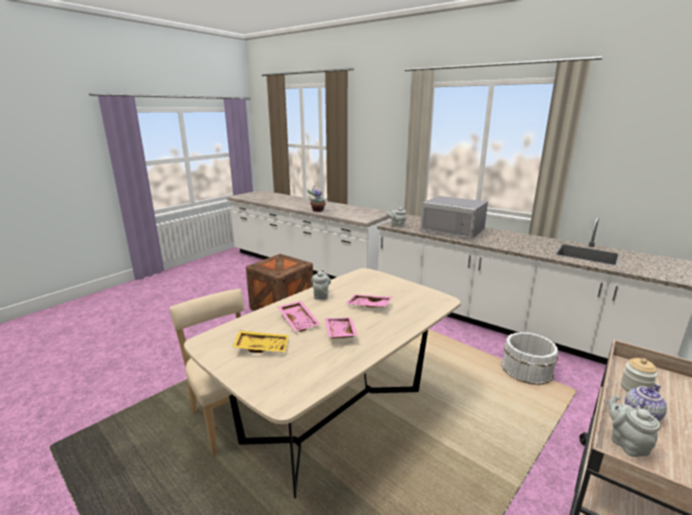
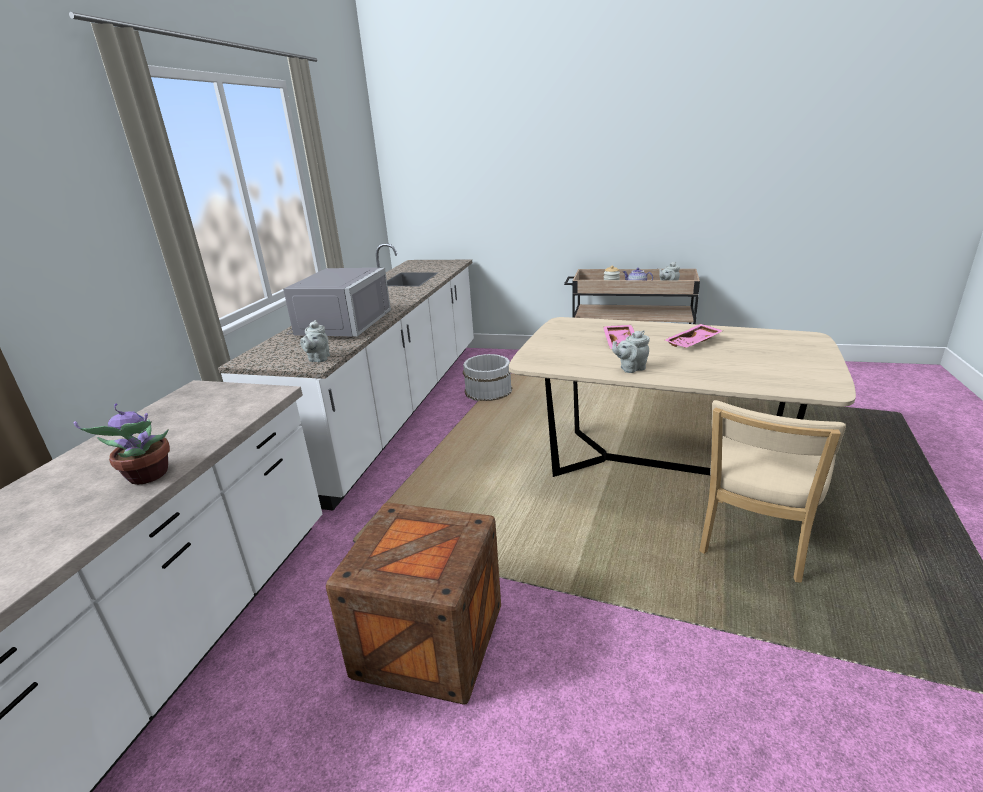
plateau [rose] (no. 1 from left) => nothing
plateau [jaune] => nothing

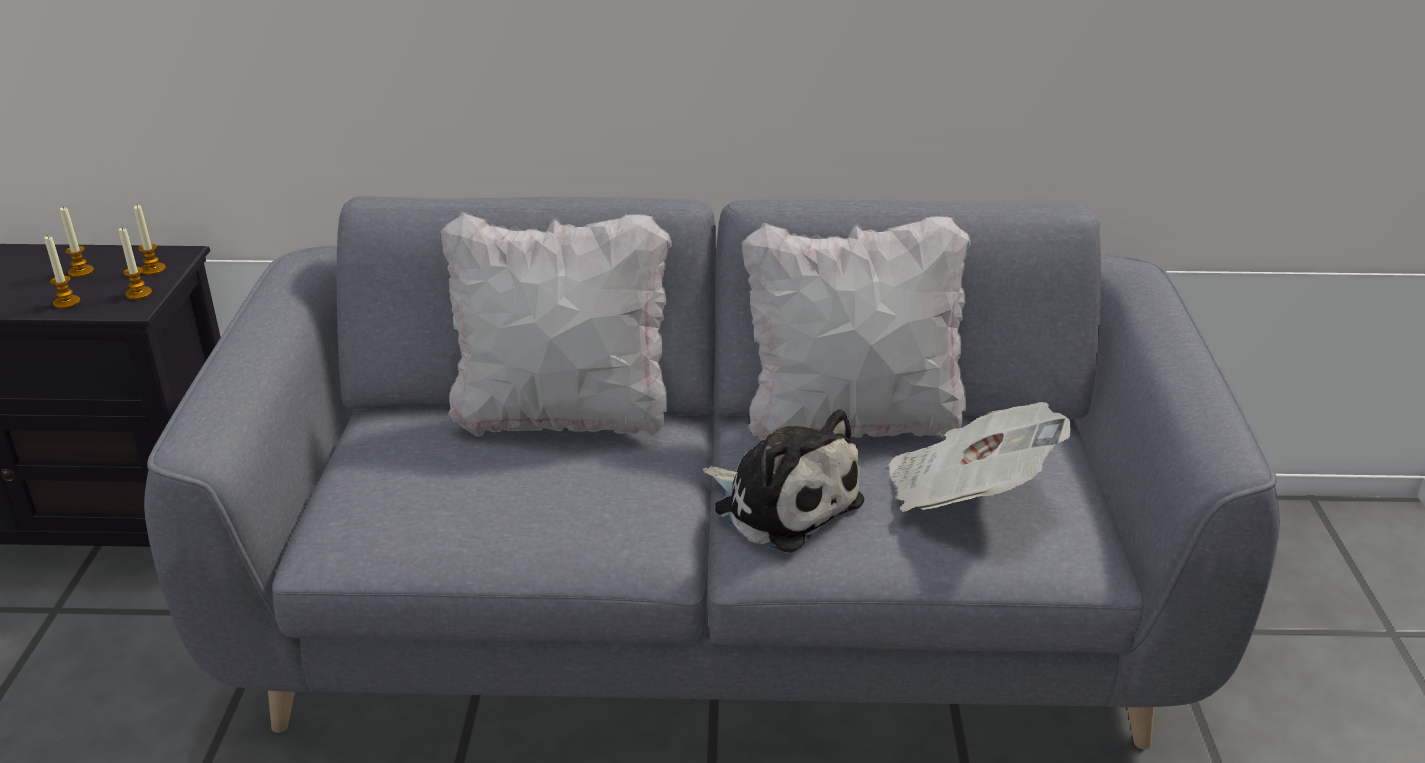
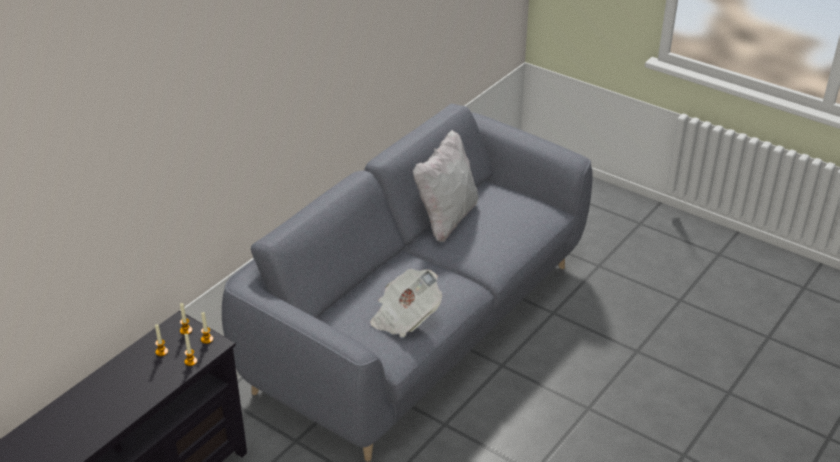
coussin [blanc] (no. 1 from left) => nothing
journal, shifted
peluche => nothing

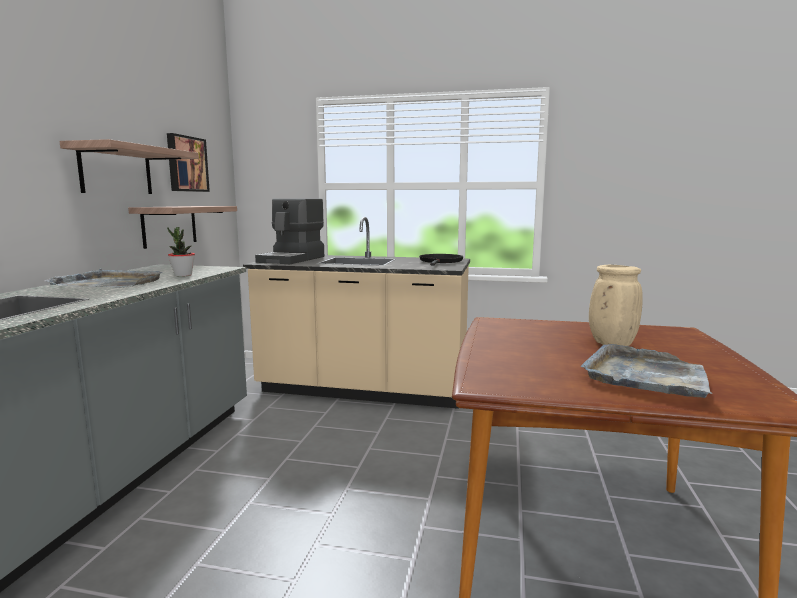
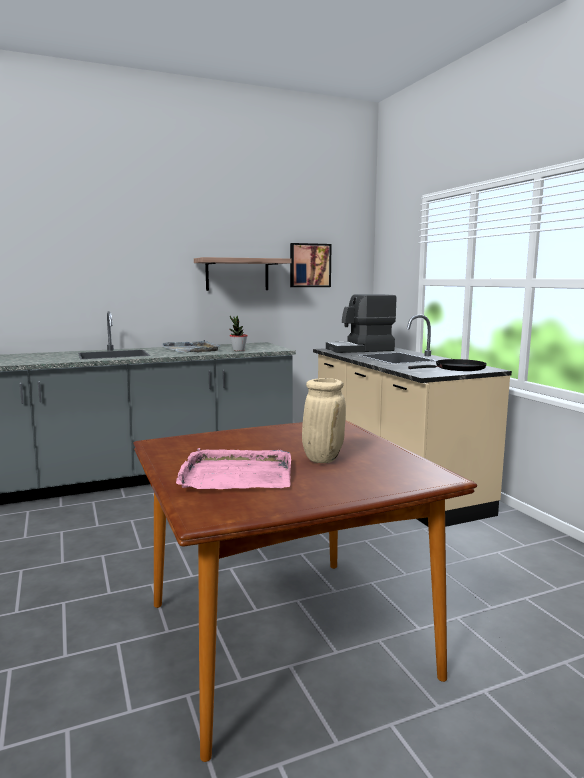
étagère (no. 2 from left) => nothing
plateau [gris] (no. 2 from left) => plateau [rose]

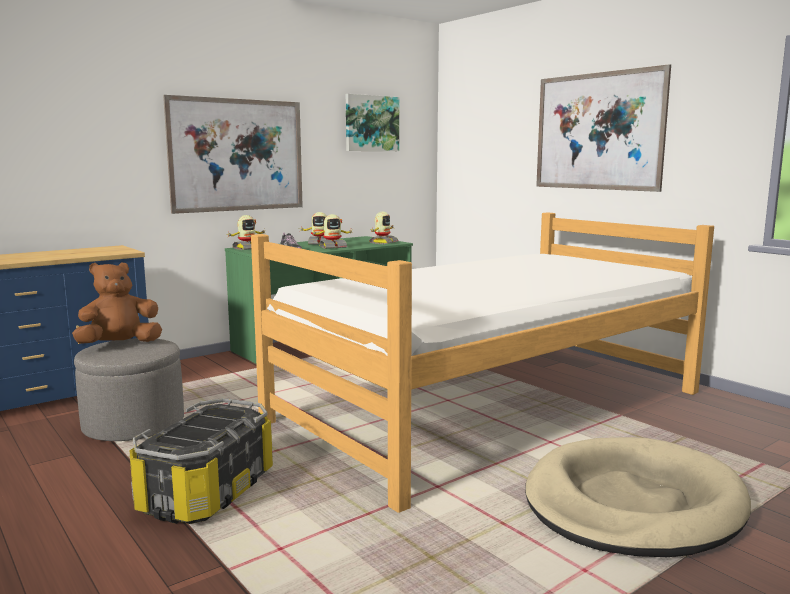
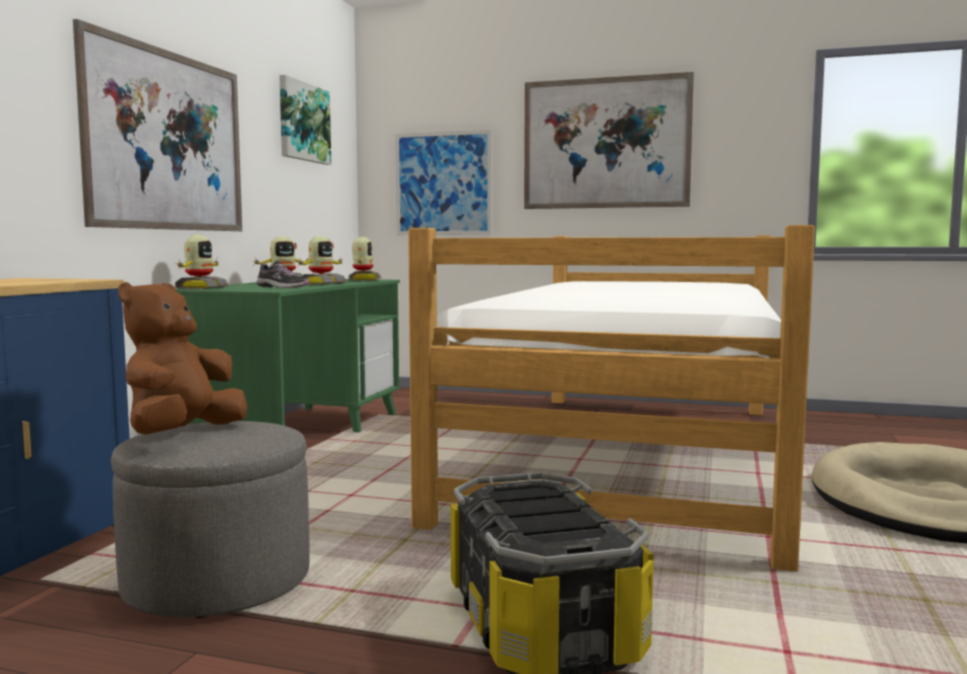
nothing => tableau (no. 3 from left)

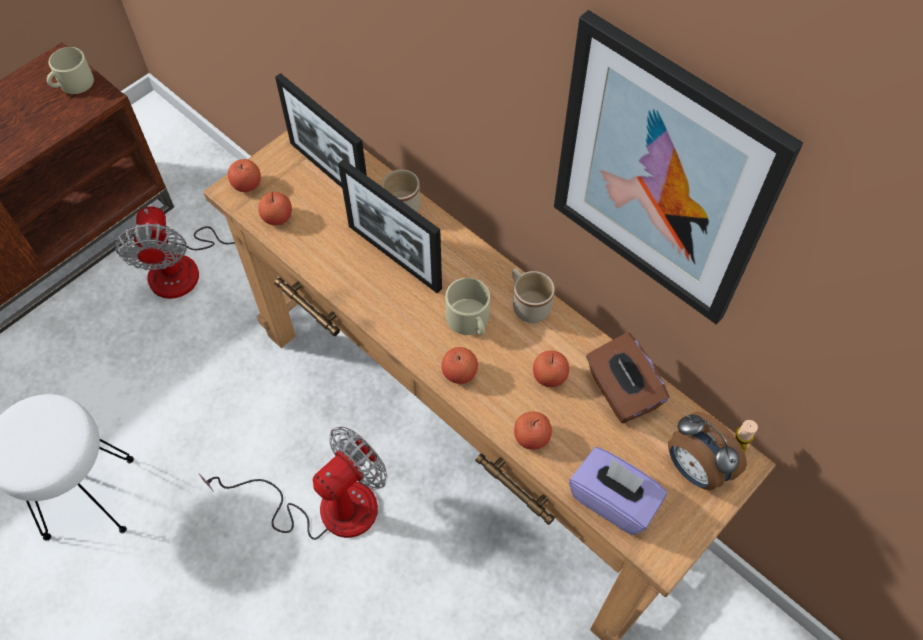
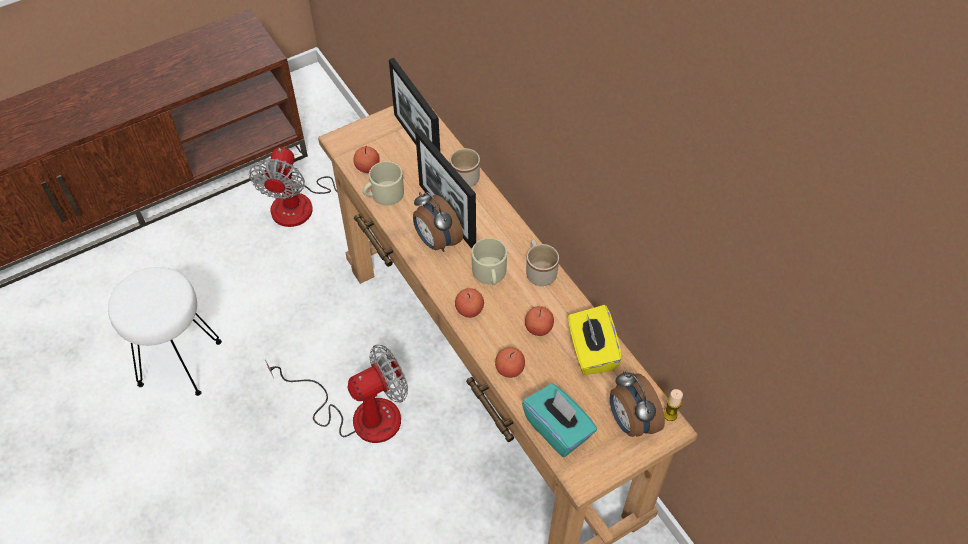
tableau => nothing
mug [beige] (no. 1 from left), shifted
pomme (no. 1 from left) => nothing
boîte à mouchoirs [marron] => boîte à mouchoirs [jaune]
boîte à mouchoirs [violet] => boîte à mouchoirs [turquoise]
nothing => réveil (no. 1 from left)

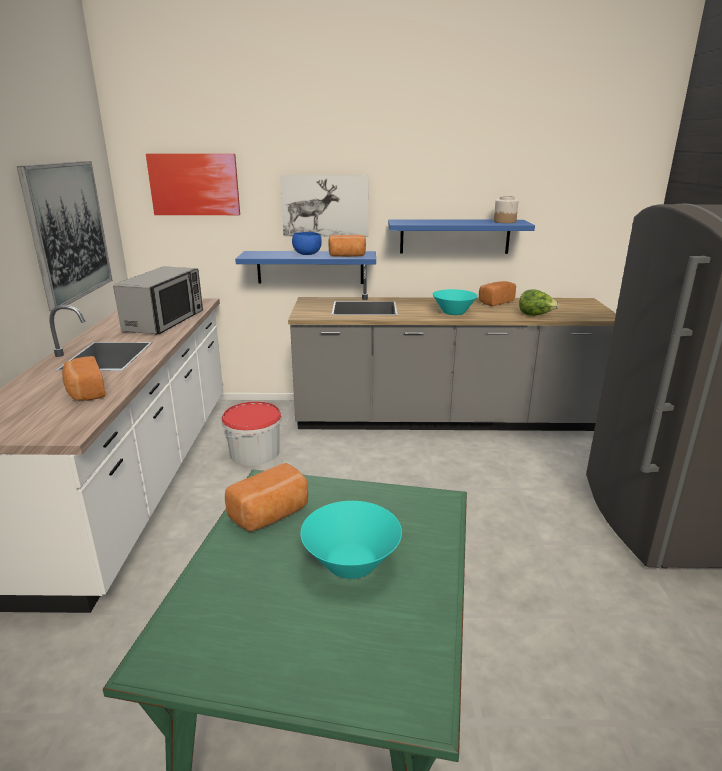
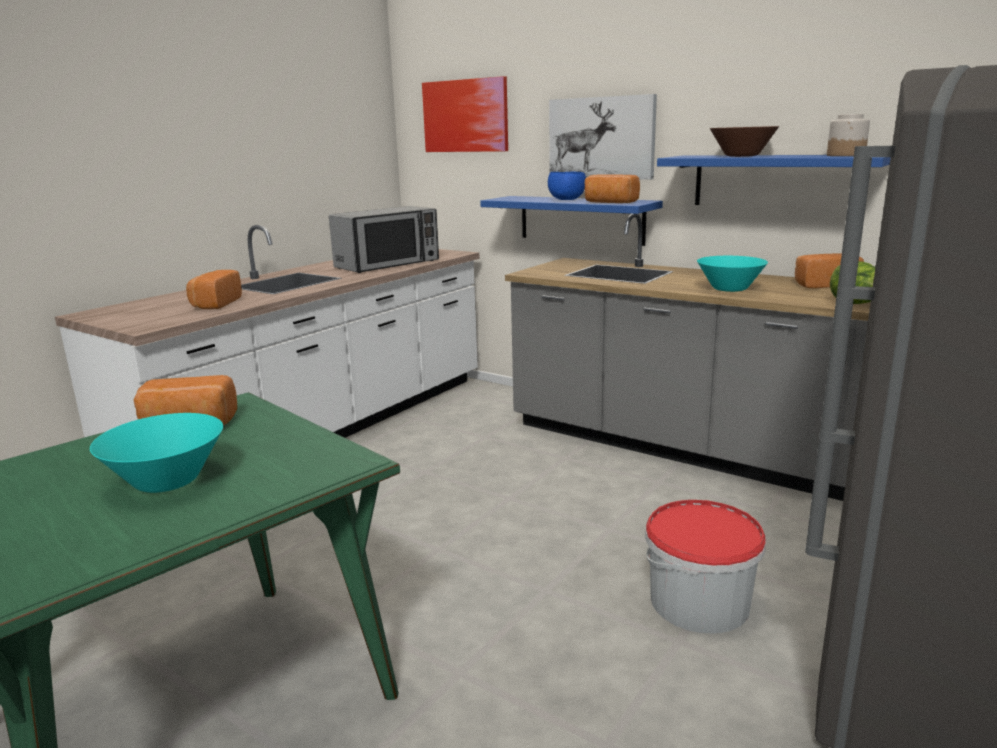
tableau (no. 1 from left) => nothing
seau, shifted
nothing => bol [marron]

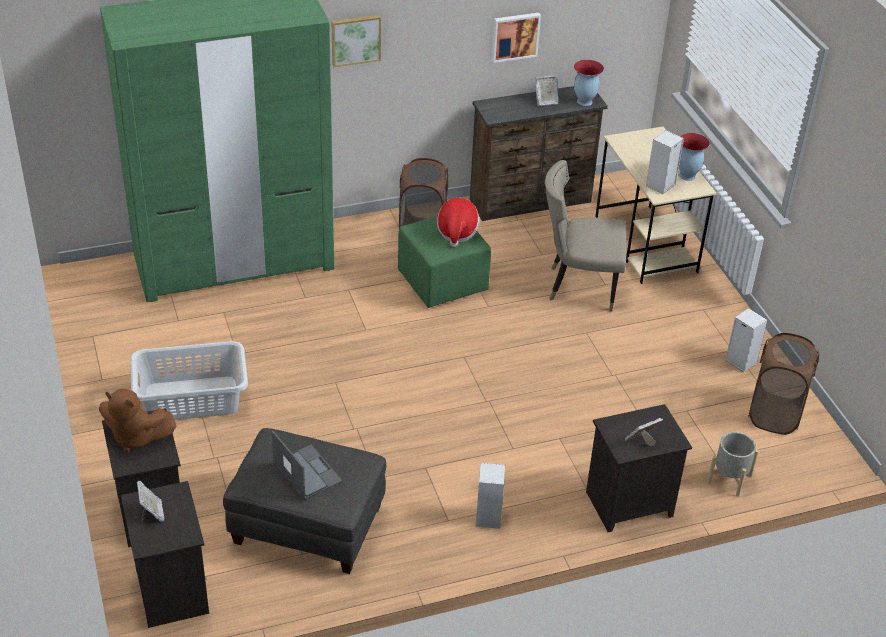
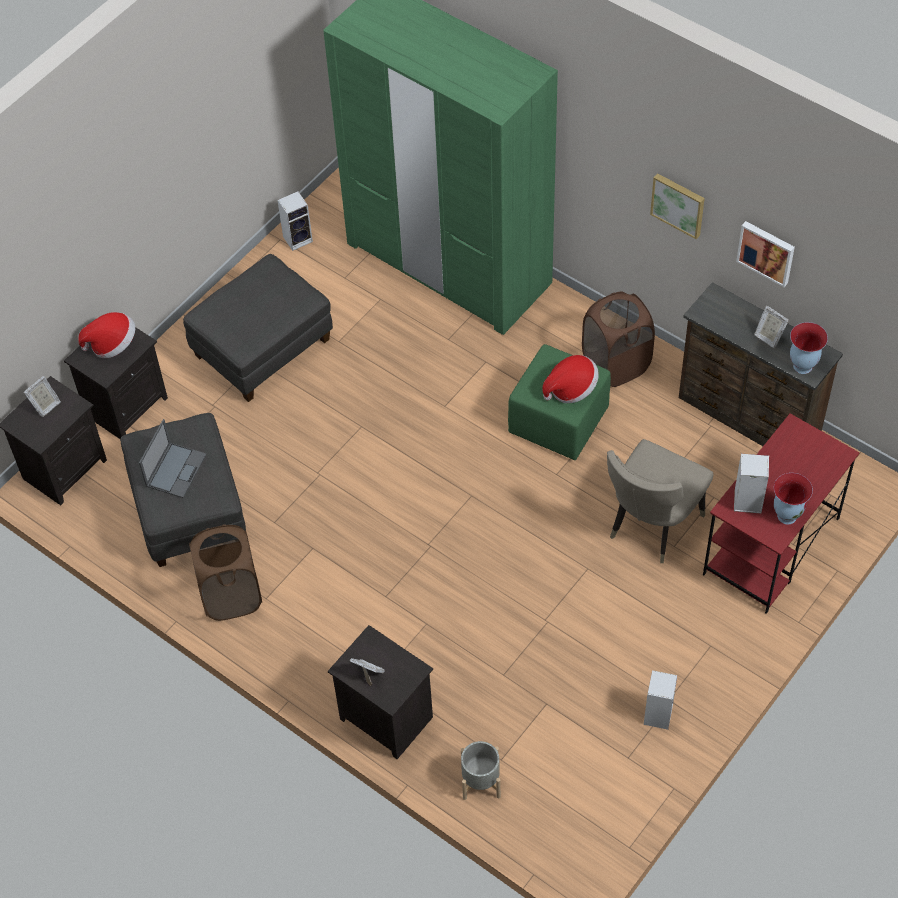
tableau (no. 1 from left), shifted
bureau [beige] => bureau [rouge]
chaise [beige], 120 degrees counterclockwise
panier à linge [marron] (no. 2 from left in the first image) => panier à linge [marron] (no. 1 from left), shifted
panier à linge [gris] => pouf [gris] (no. 2 from left)
peluche [marron] => chapeau (no. 1 from left)
enceinte (no. 1 from left), shifted

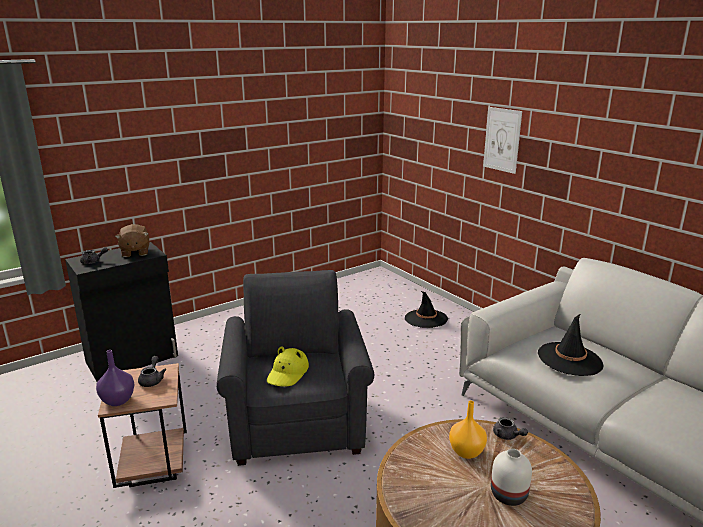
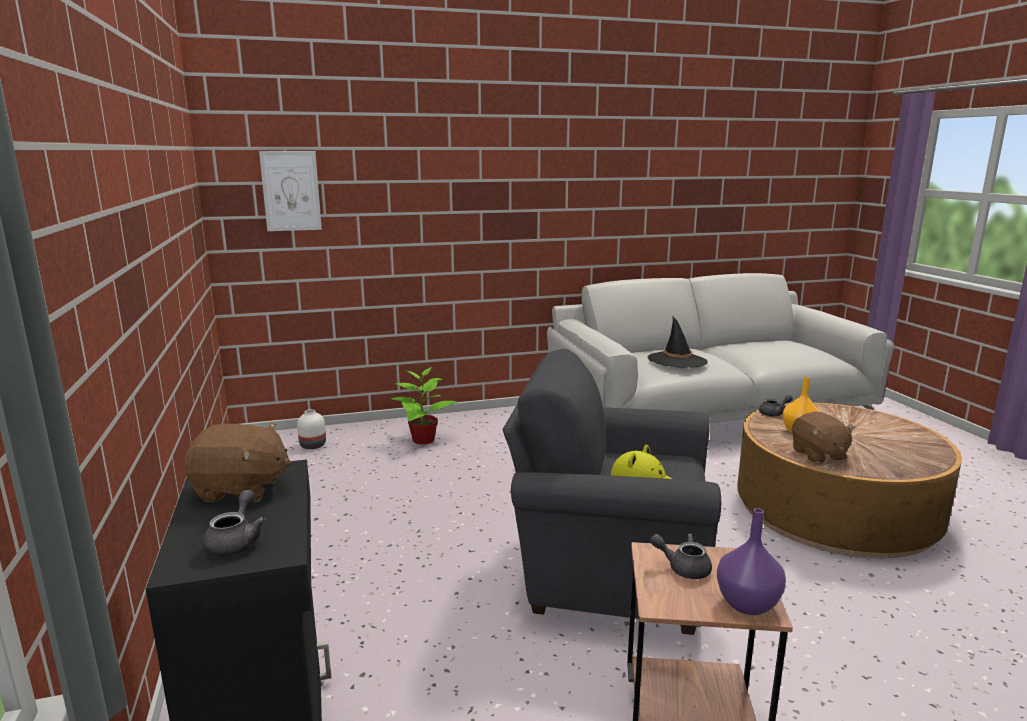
tableau, shifted
chapeau [noir] (no. 1 from left) => plante en pot
vase [blanc], shifted
nothing => peluche [marron] (no. 2 from left)

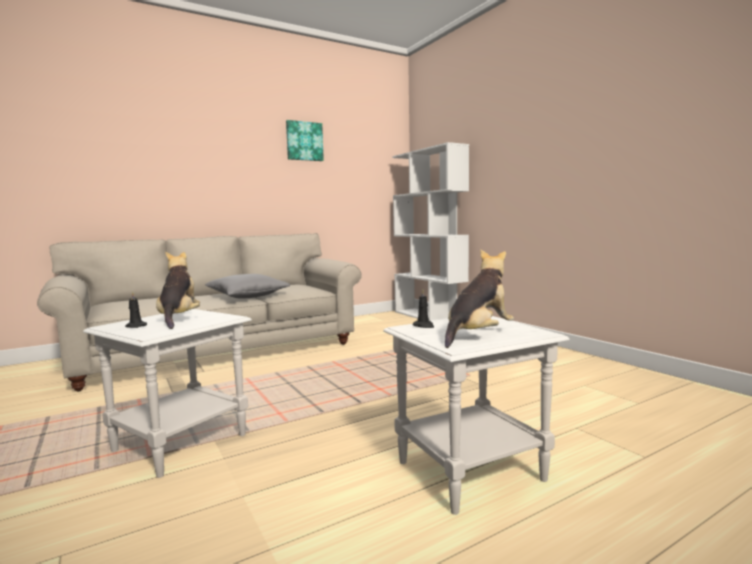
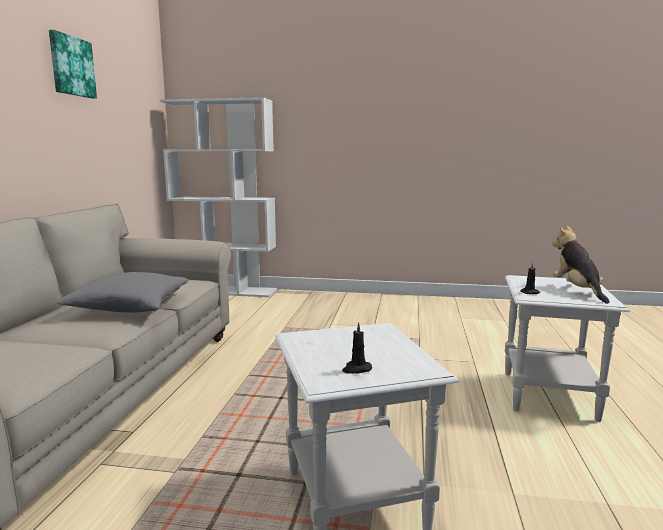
peluche (no. 1 from left) => nothing

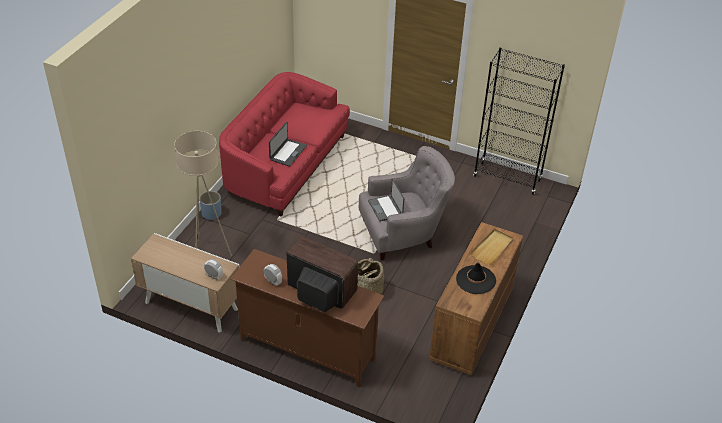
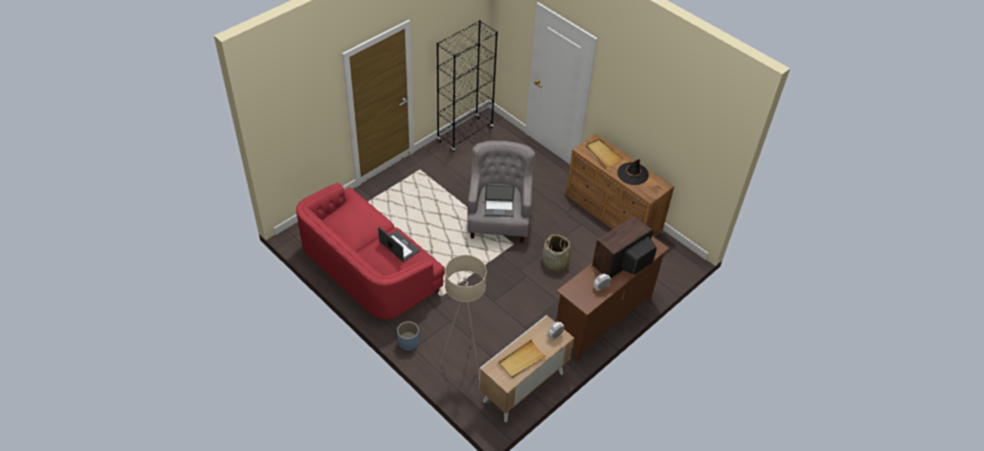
nothing => plateau [beige] (no. 1 from left)

